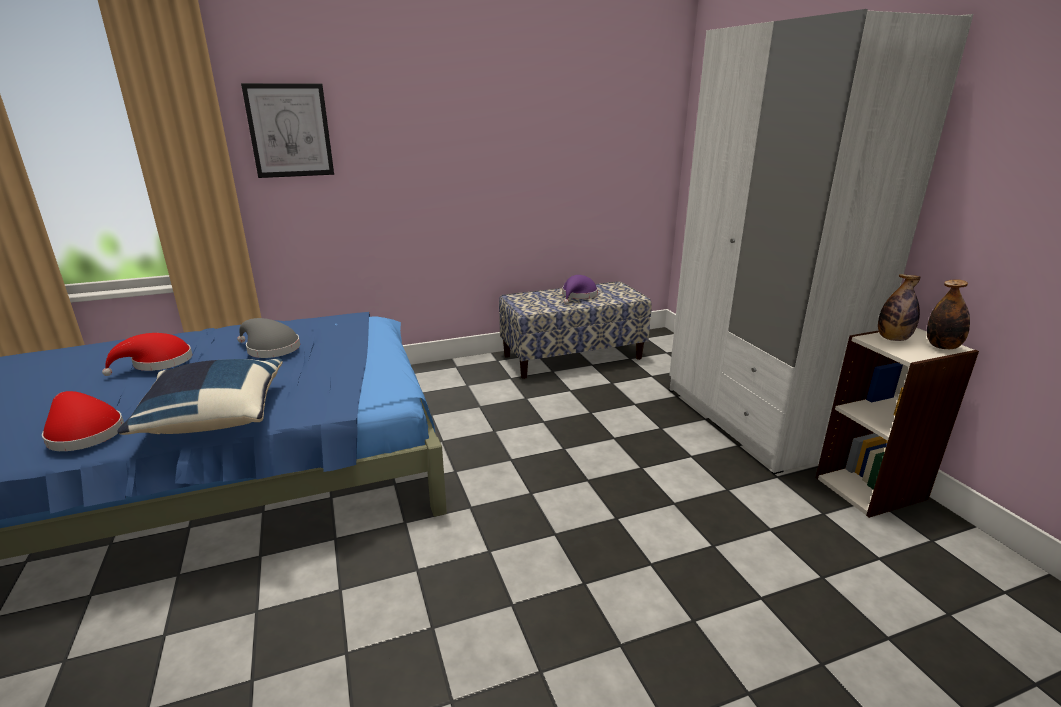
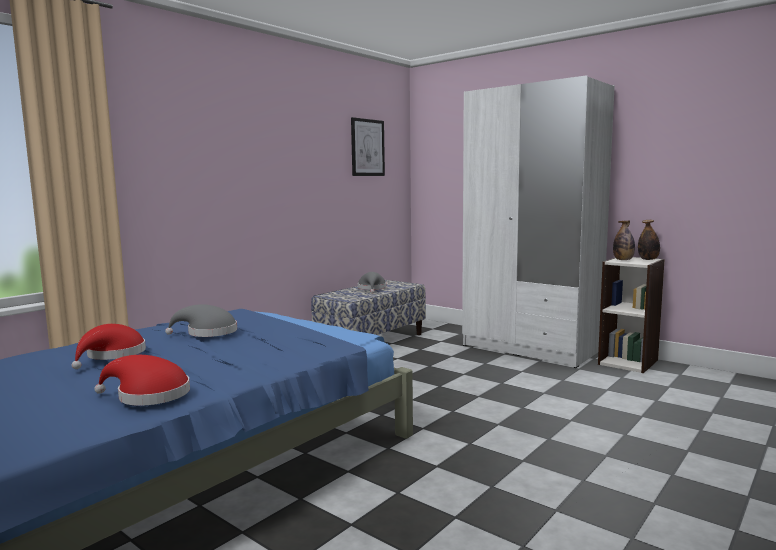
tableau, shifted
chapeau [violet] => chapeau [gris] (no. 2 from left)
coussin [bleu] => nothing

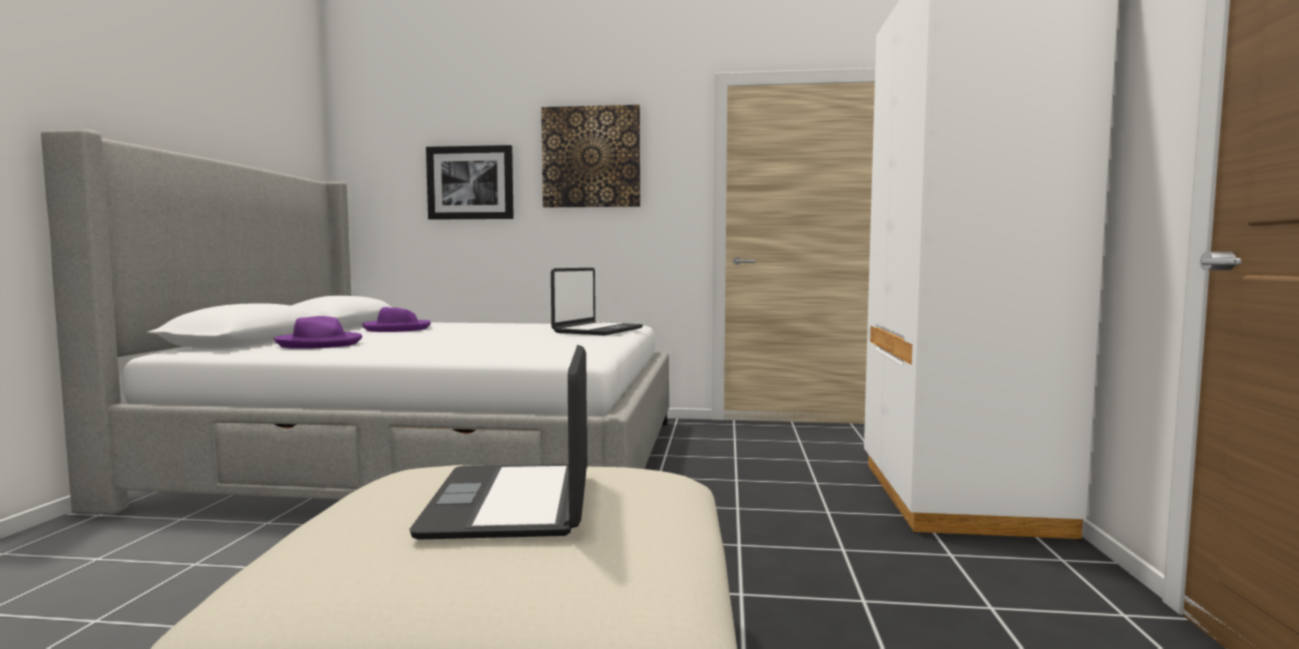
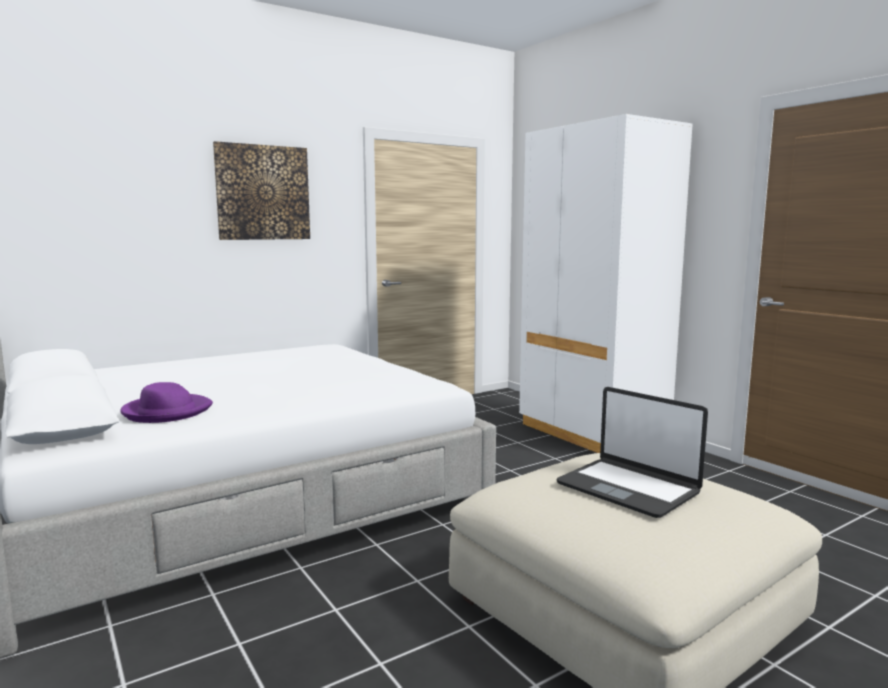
tableau (no. 1 from left) => nothing
ordinateur portable (no. 2 from left) => nothing
chapeau [violet] (no. 2 from left) => nothing

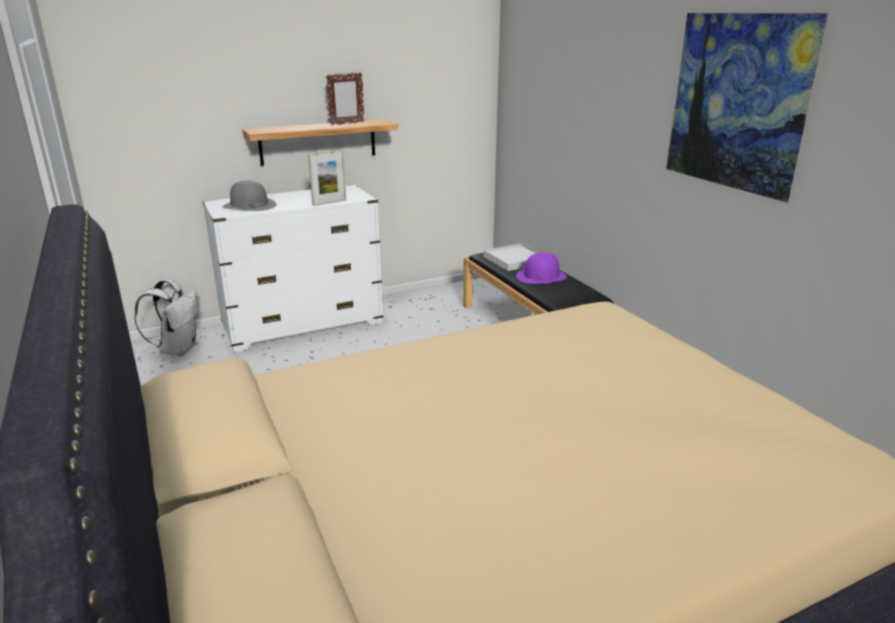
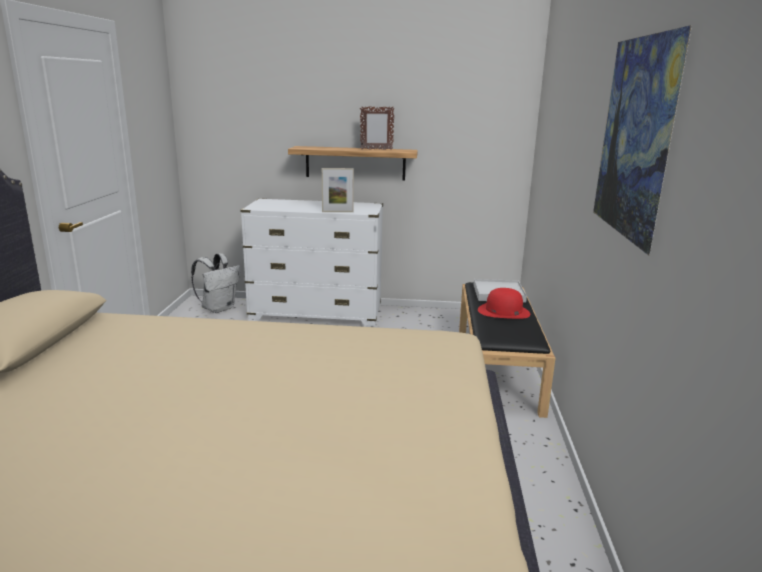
chapeau [gris] => nothing
chapeau [violet] => chapeau [rouge]

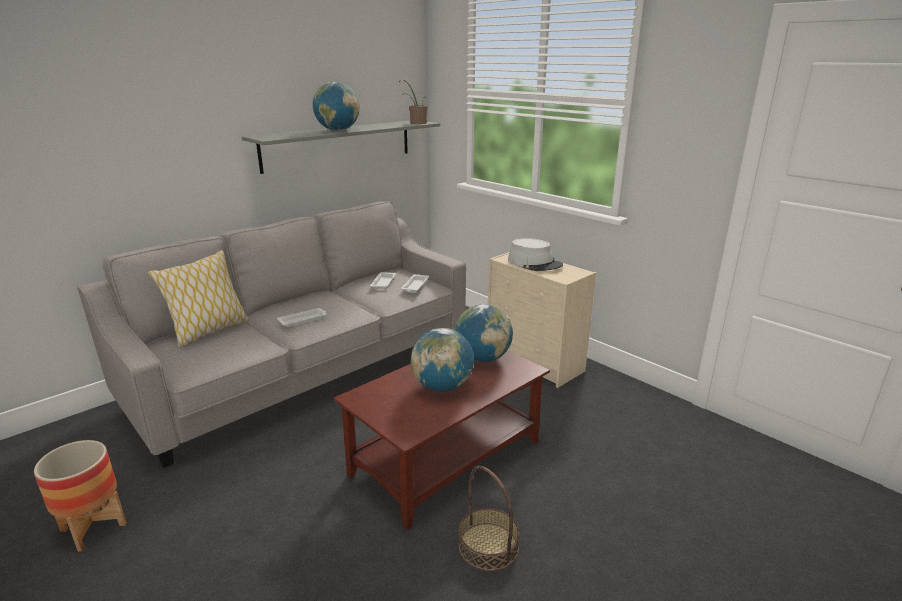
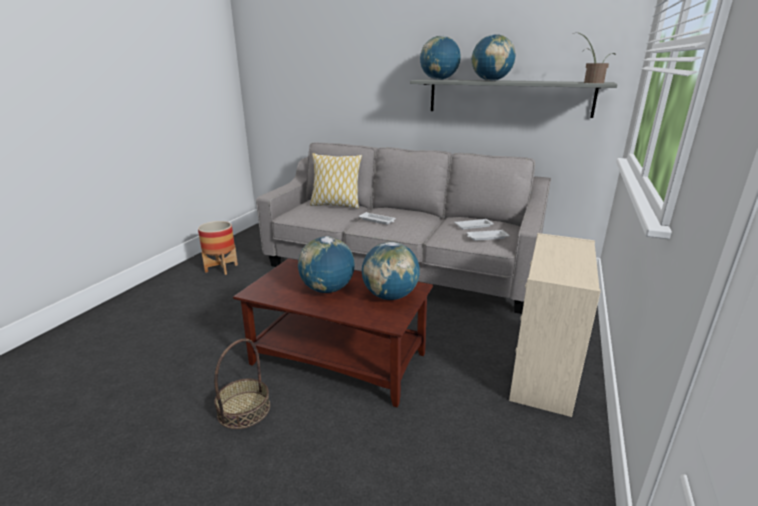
chapeau [gris] => nothing
nothing => globe (no. 3 from left)

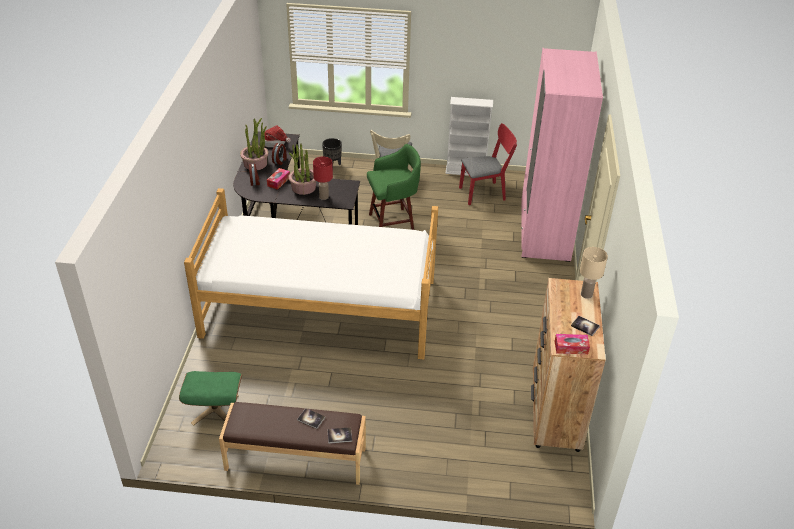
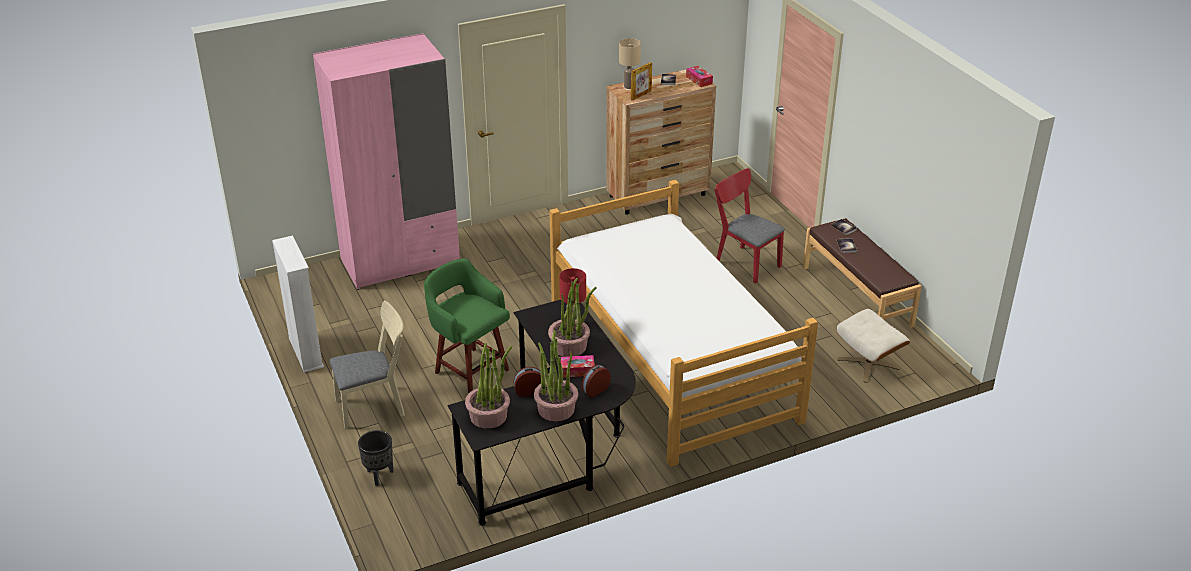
chaise [rouge], shifted
chapeau => plante en pot (no. 1 from left)
pouf [vert] => pouf [beige]
nothing => cadre photo

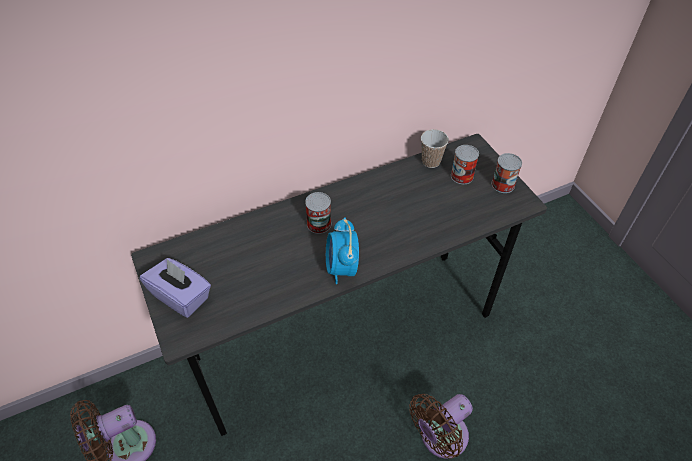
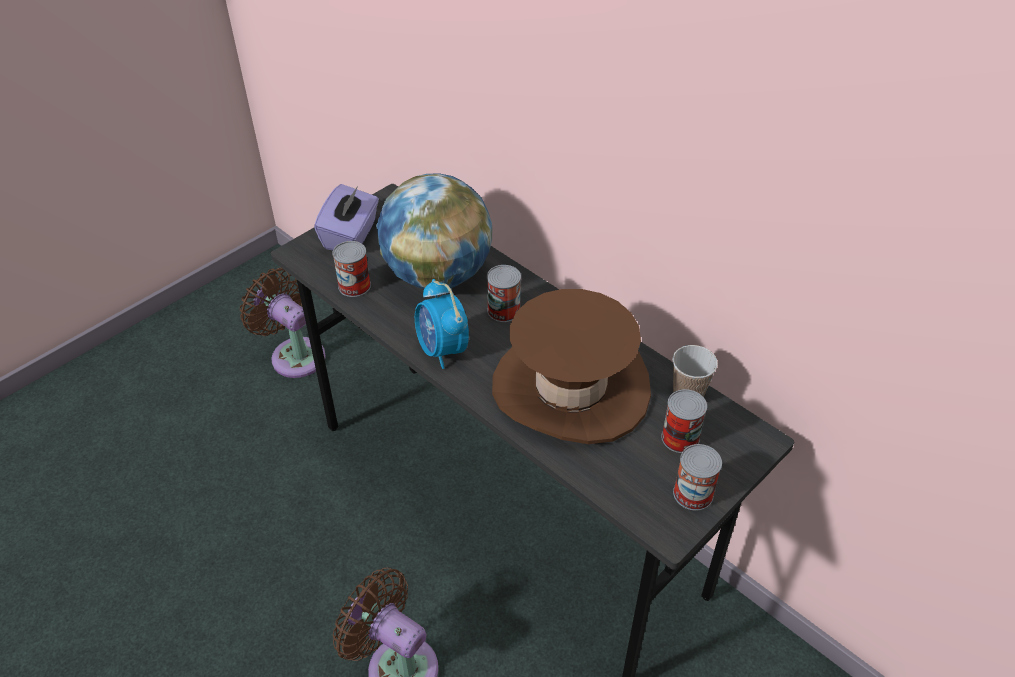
réveil, 90 degrees counterclockwise
nothing => globe
nothing => boîte métallique (no. 1 from left)
nothing => chapeau [marron]

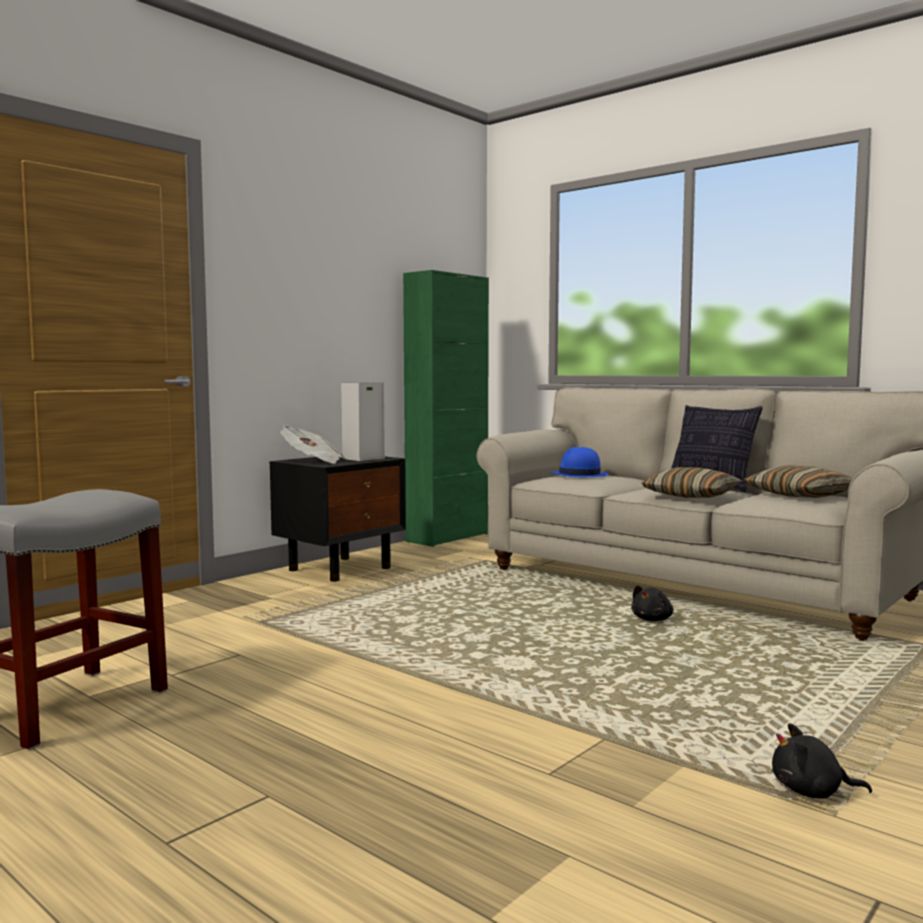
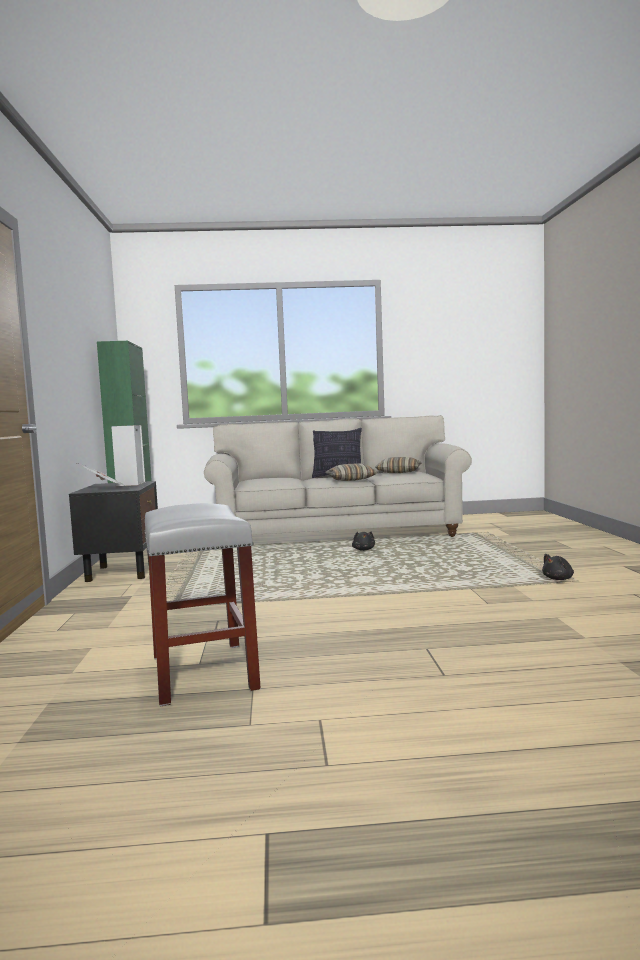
chapeau [bleu] => nothing

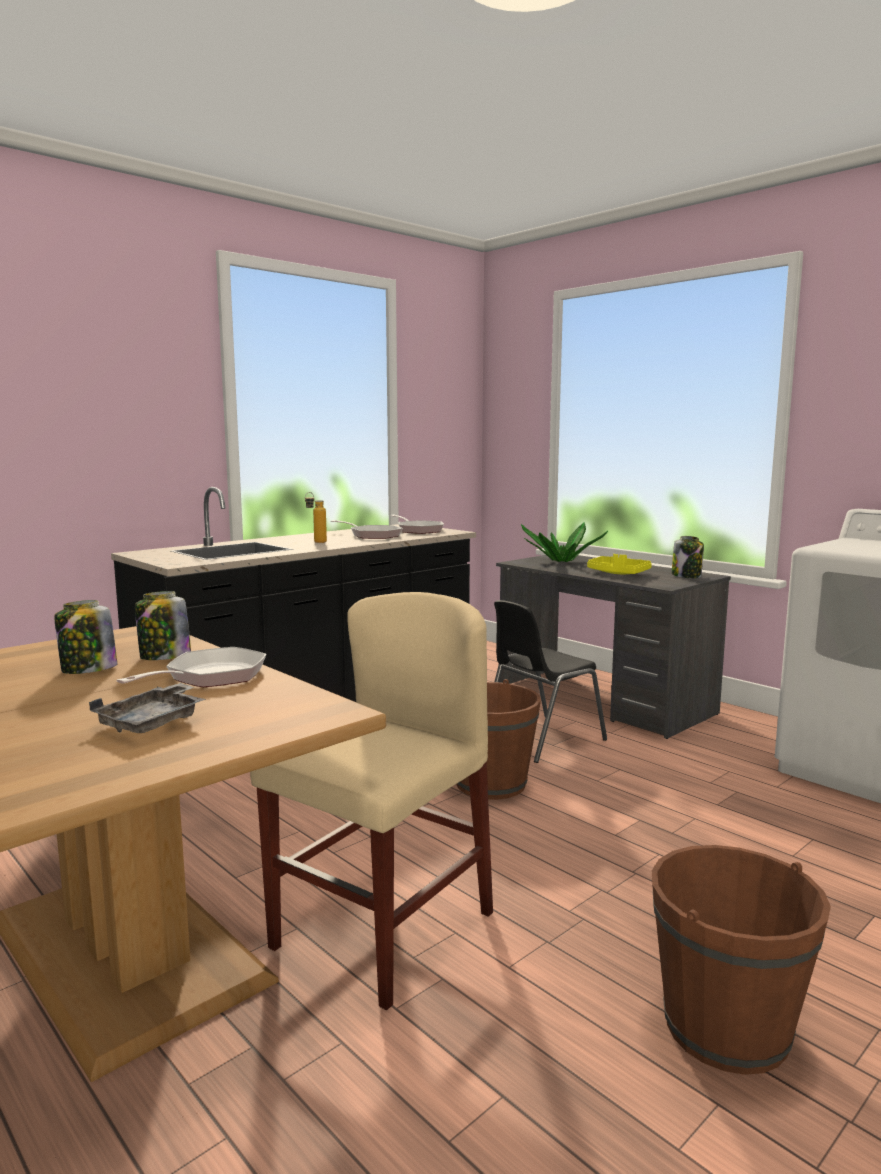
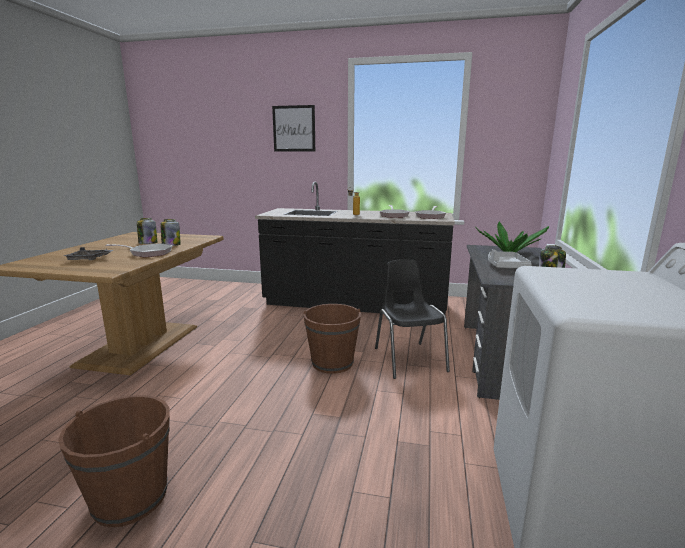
plateau [jaune] => plateau [gris] (no. 2 from left)
chaise [beige] => nothing
chaise [noir], 60 degrees clockwise
nothing => tableau

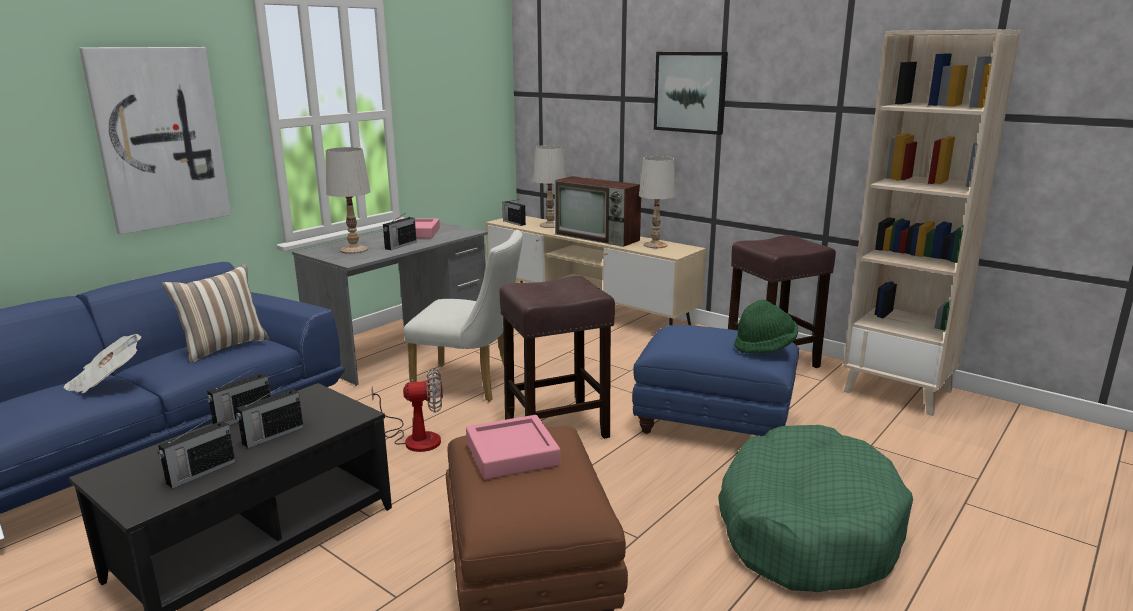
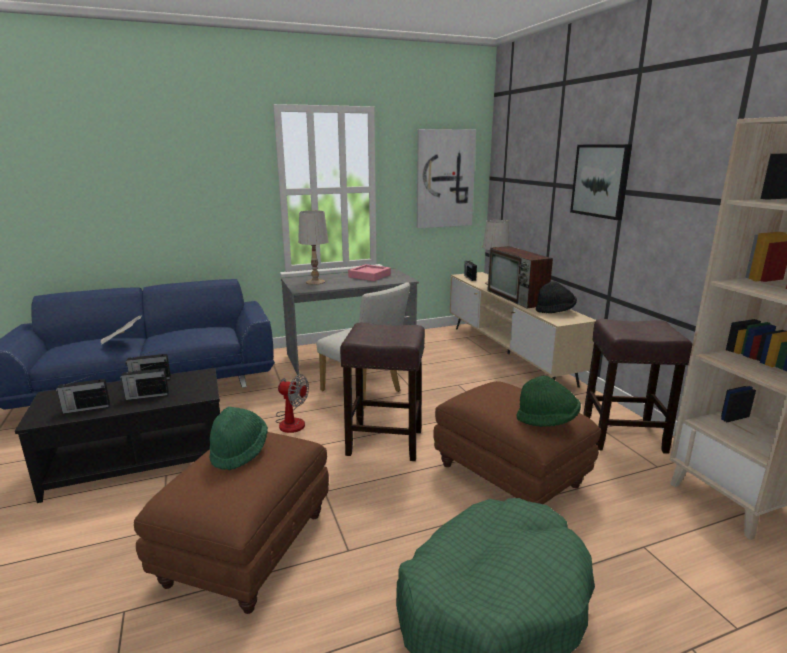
tableau (no. 1 from left), shifted
lampe de table [blanc] (no. 3 from left) => chapeau [noir]
radio (no. 4 from left) => nothing
coussin => nothing
pouf [bleu] => pouf [marron] (no. 2 from left)
plateau [rose] (no. 2 from left) => chapeau [vert] (no. 1 from left)

